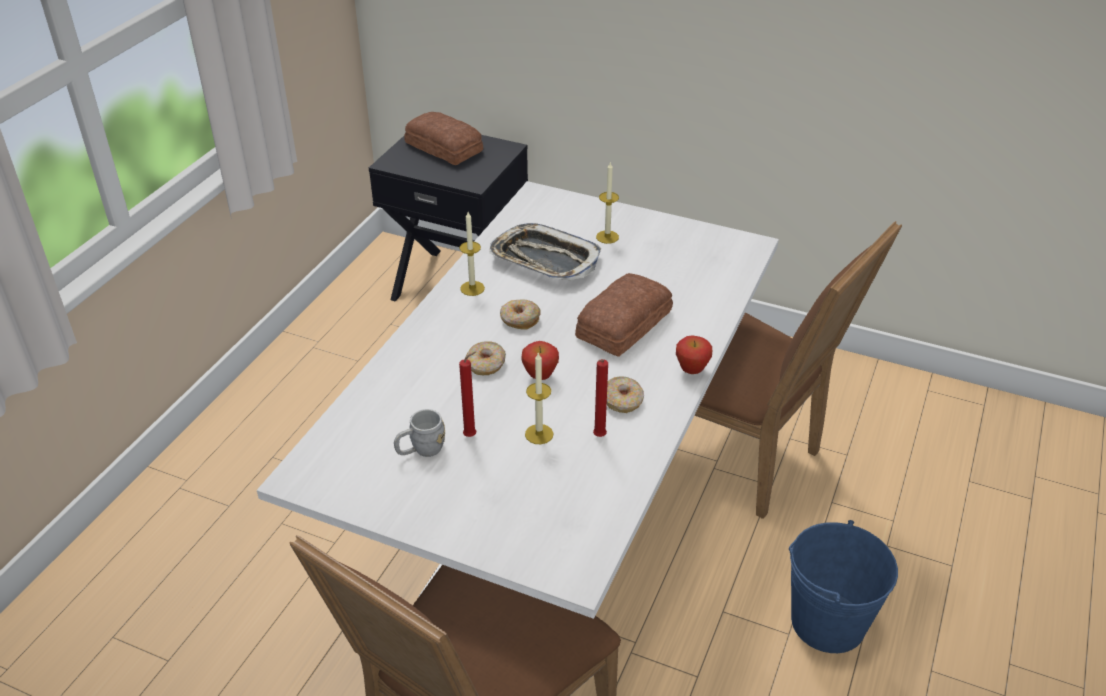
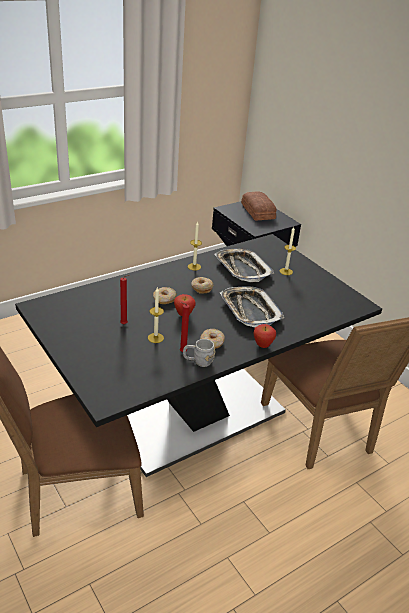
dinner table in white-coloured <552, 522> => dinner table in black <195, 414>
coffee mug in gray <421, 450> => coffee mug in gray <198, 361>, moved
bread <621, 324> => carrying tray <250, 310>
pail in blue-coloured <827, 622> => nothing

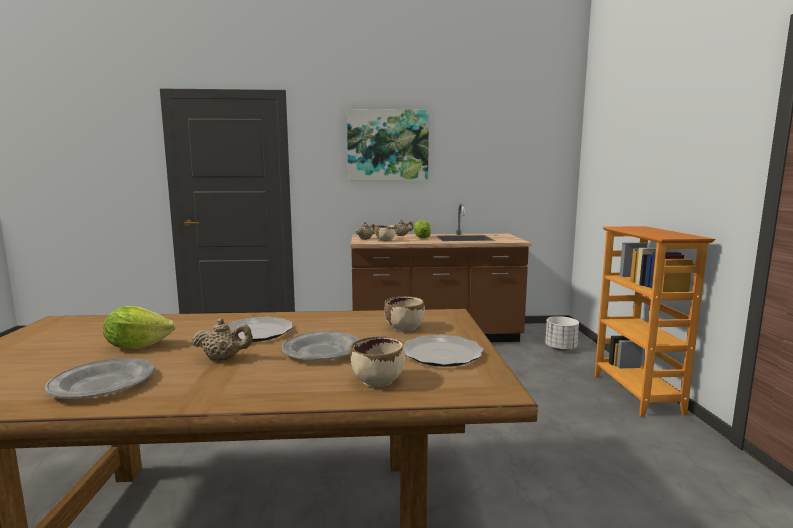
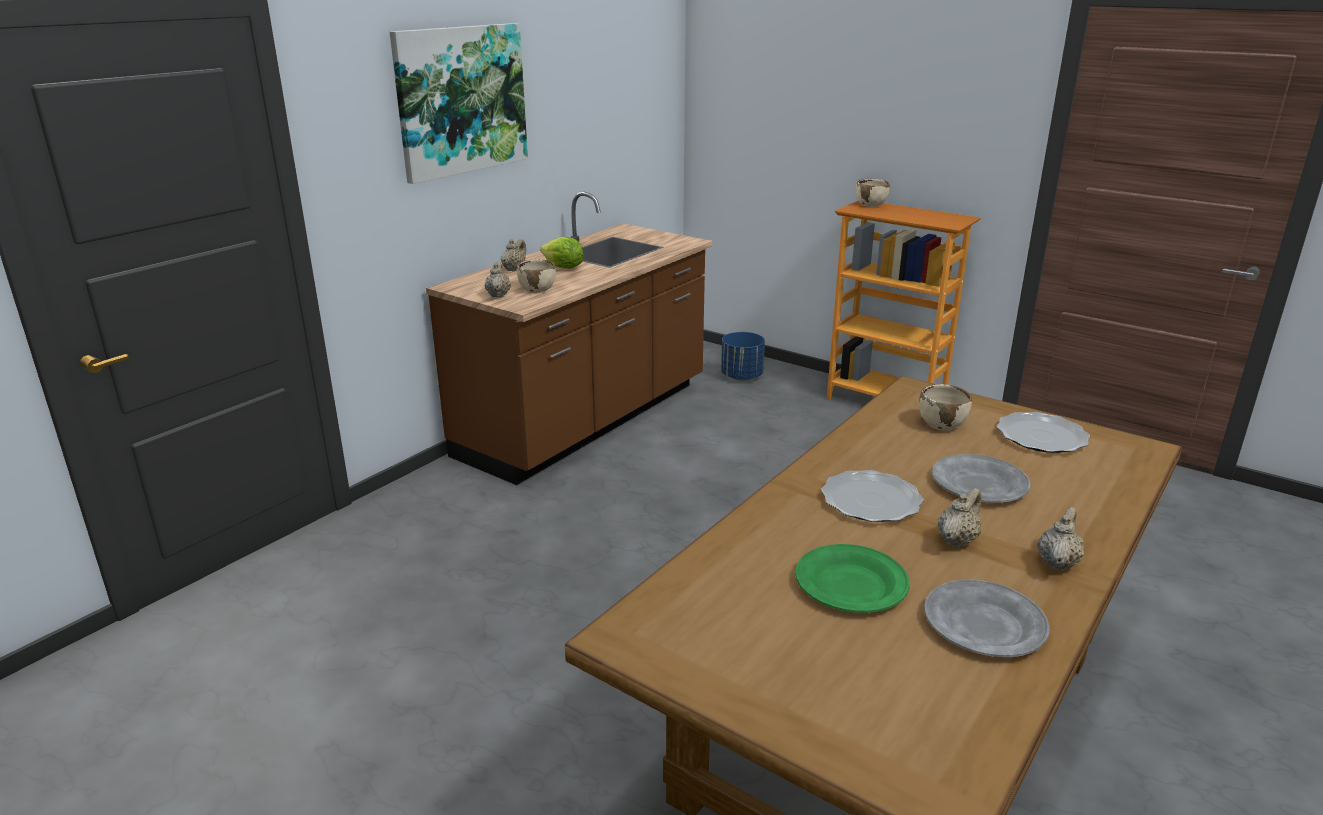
head of lettuce <138, 346> => flat dish in green-coloured <850, 584>
deep dish in beige-coloured <378, 380> => deep dish in beige-coloured <871, 204>, moved
flower pot in white-coloured <560, 348> => flower pot in blue-coloured <742, 377>
nothing => teapot in beige-coloured <1057, 562>

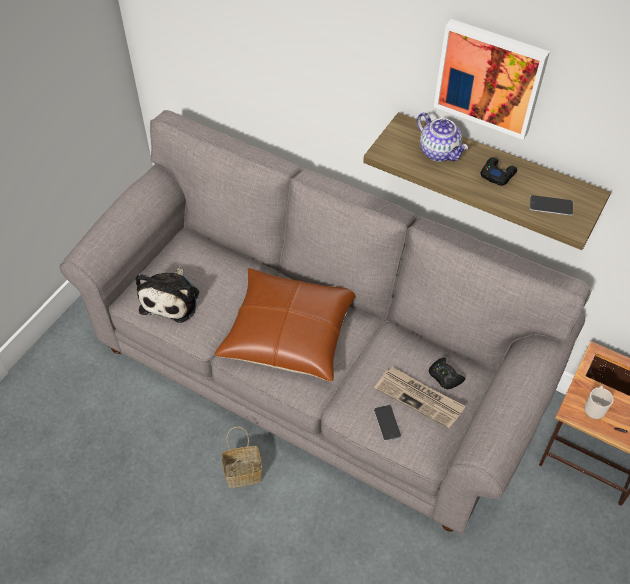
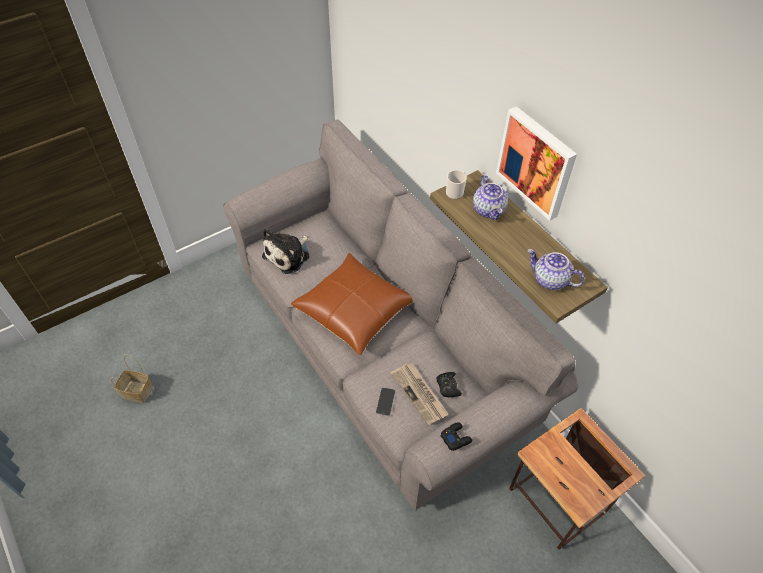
basket <242, 474> => basket <136, 392>, moved
joypad in black <497, 174> => joypad in black <456, 438>, moved
telephone <551, 205> => teapot <549, 280>
coffee mug <594, 408> => coffee mug <455, 192>, moved

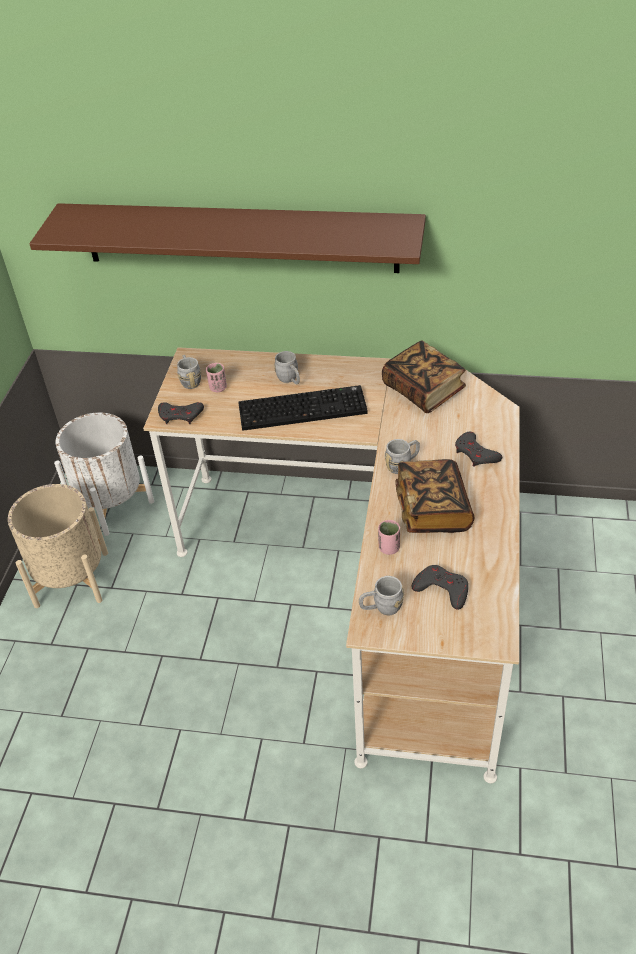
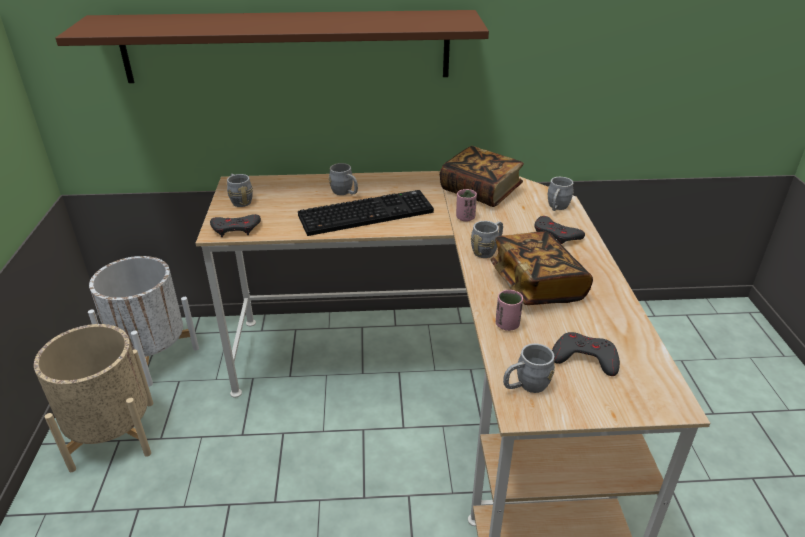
drinking cup in pinkish <218, 388> => drinking cup in pinkish <465, 218>, moved
nothing => coffee mug in gray <556, 208>

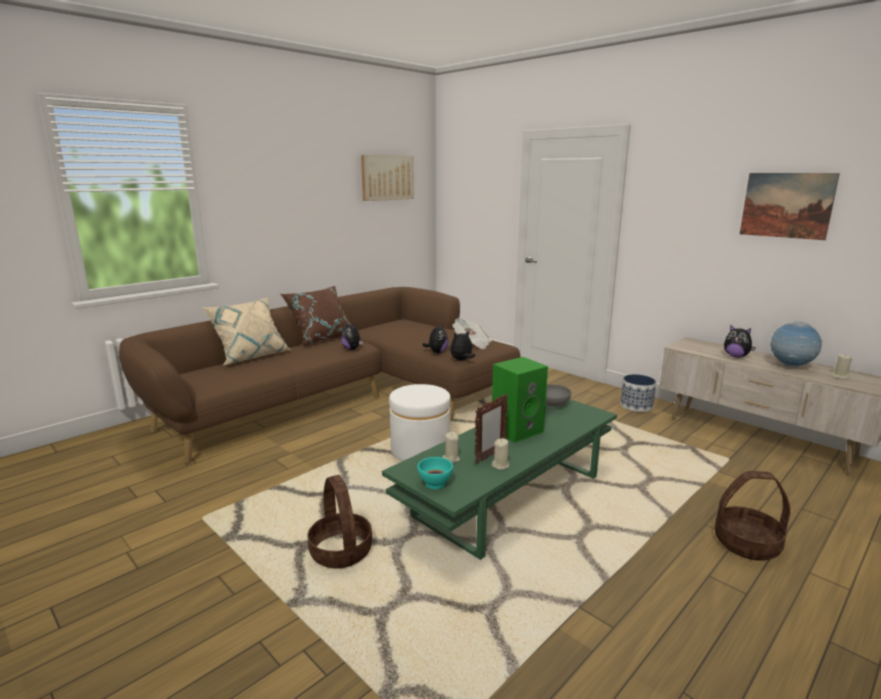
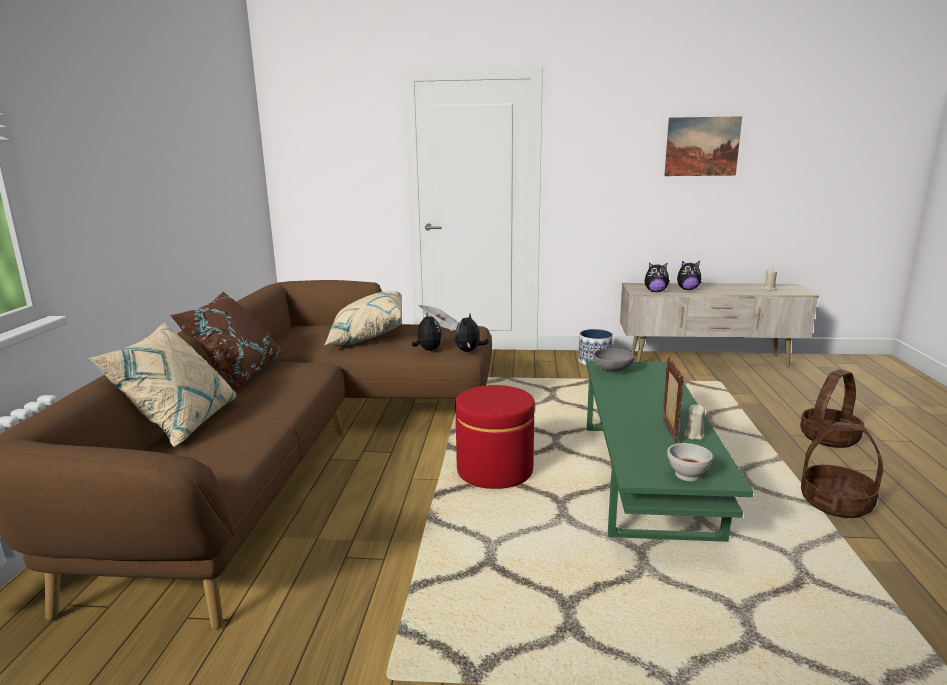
basket <340, 551> => basket <835, 503>, moved
cuddly toy <352, 349> => cuddly toy <655, 291>, moved
picture <387, 177> => nothing
pouffe in white-coloured <420, 450> => pouffe in red-coloured <494, 470>
deep dish in turquoise <434, 484> => deep dish in white-coloured <687, 475>
candle in beige-coloured <451, 459> => nothing
loudspeaker in green-coloured <517, 430> => nothing
world globe <790, 366> => nothing
nothing => pillow in beige-coloured <366, 337>

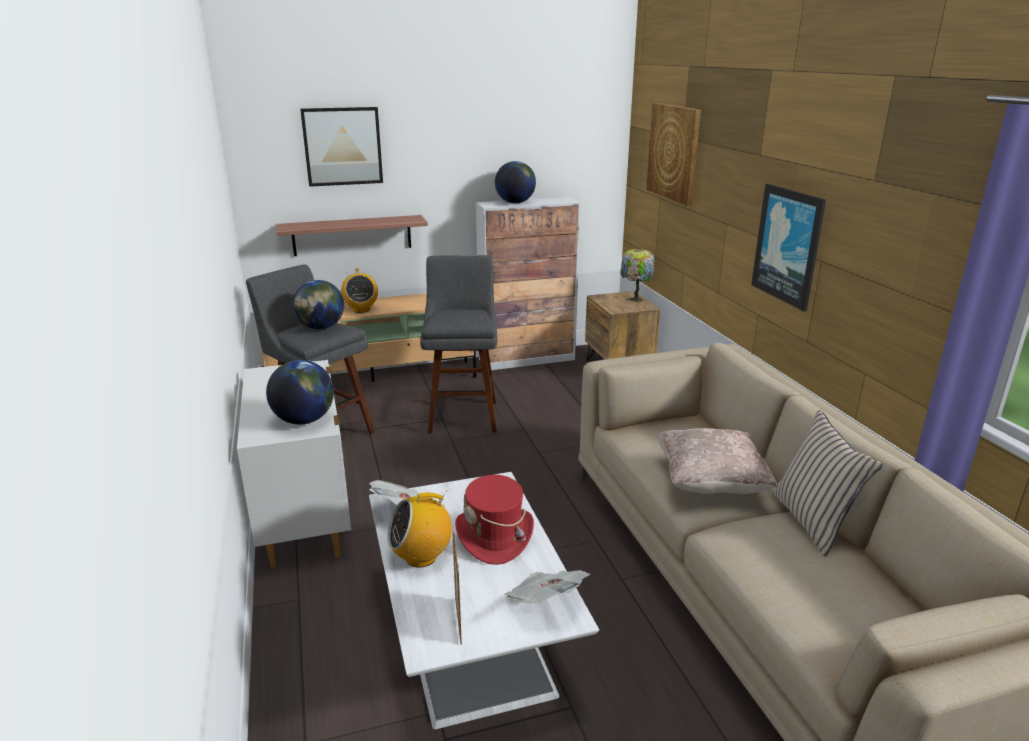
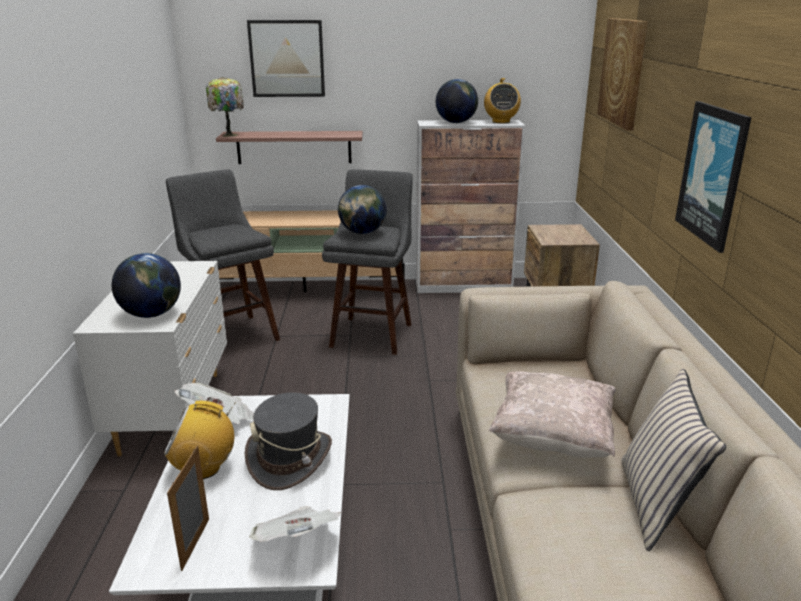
world globe <321, 328> => world globe <362, 232>, moved
radio receiver <361, 309> => radio receiver <500, 121>, moved
wearable hat in red-coloured <495, 536> => wearable hat in gray <290, 459>
lamp for a table <635, 299> => lamp for a table <229, 135>, moved

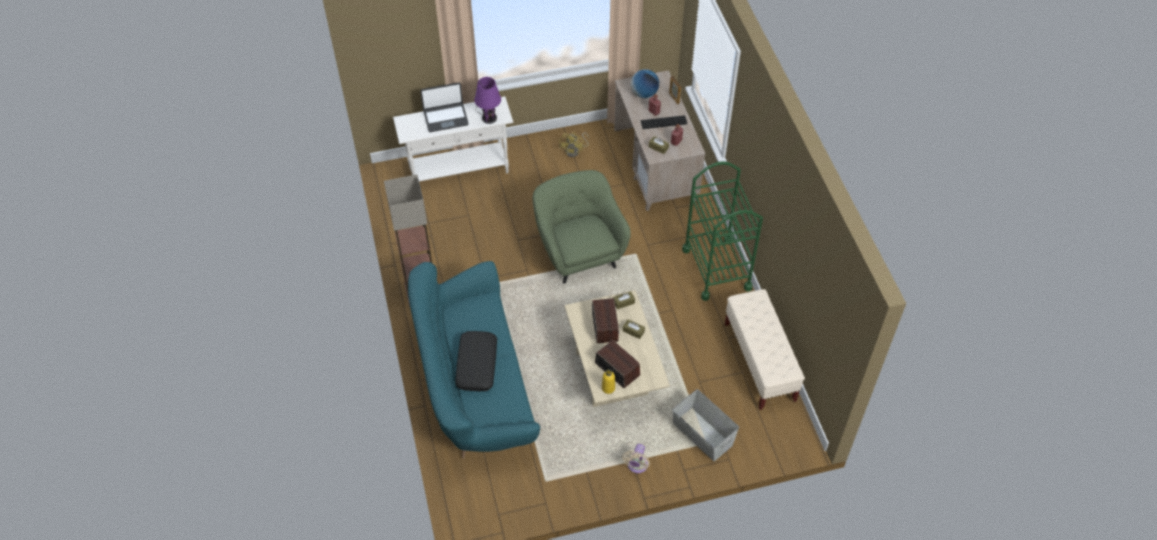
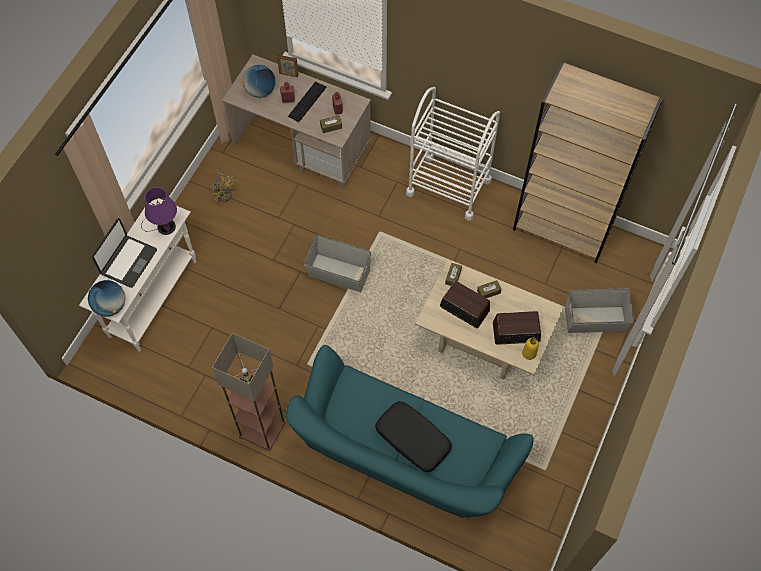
lounge chair in green-coloured <579, 253> => storage bin in gray <338, 272>
electric fan in beige-coloured <636, 466> => nothing
cart in green-coloured <716, 269> => cart in white-coloured <448, 187>
indoor bench in beige-coloured <759, 362> => bookcase in brown-coloured <563, 228>
nothing => world globe <110, 306>

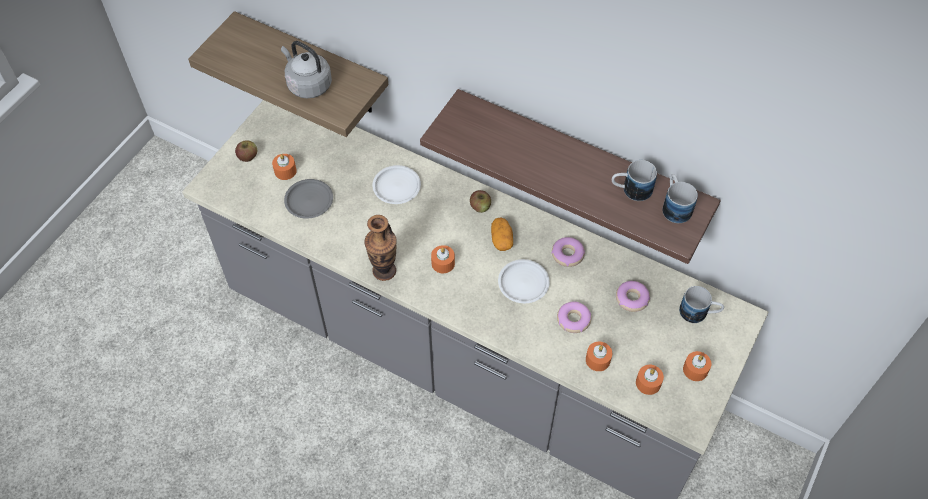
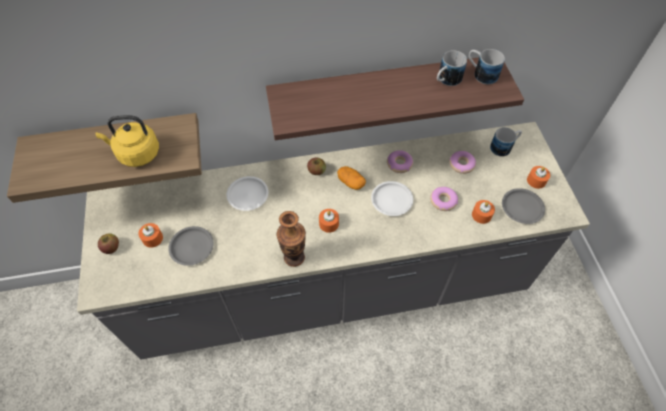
tea kettle in gray <308, 84> => tea kettle in yellow-coloured <136, 154>
candle in orange-coloured <648, 383> => flat dish in gray <521, 207>

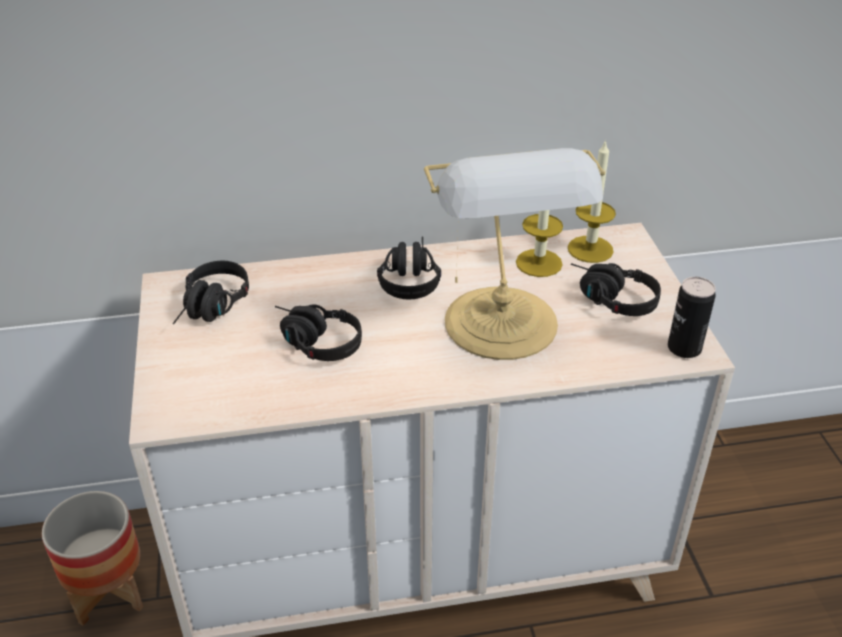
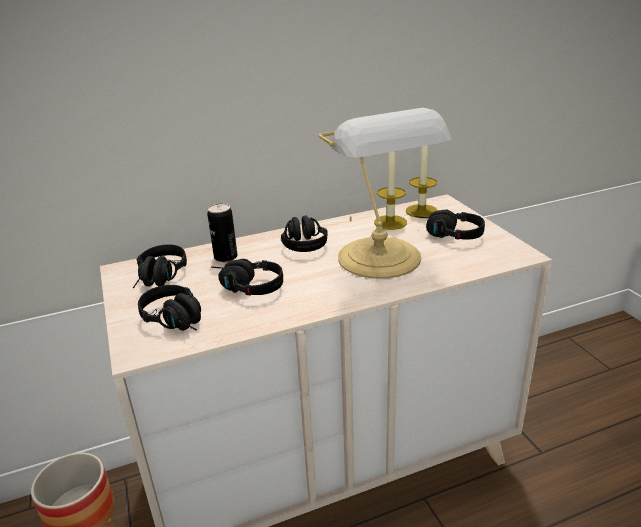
sealed can <684, 348> => sealed can <225, 257>, moved
nothing => headset in black <179, 321>

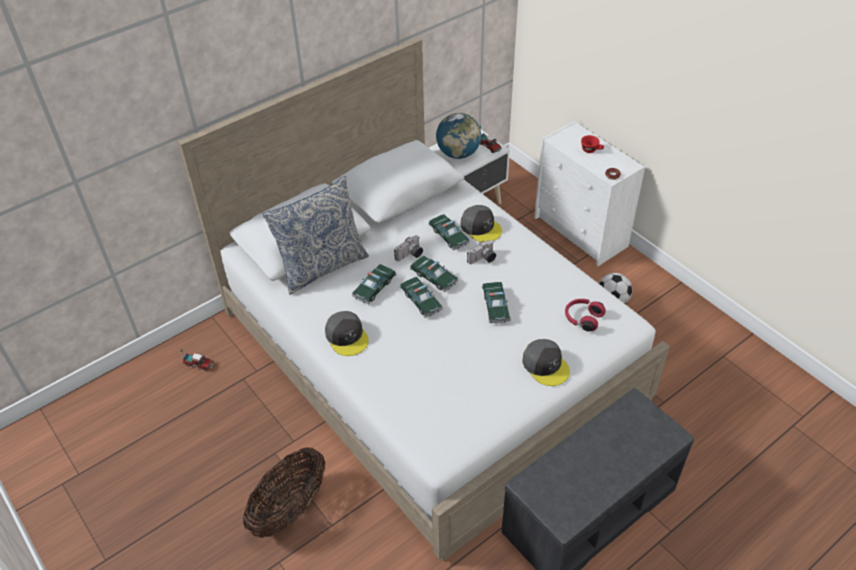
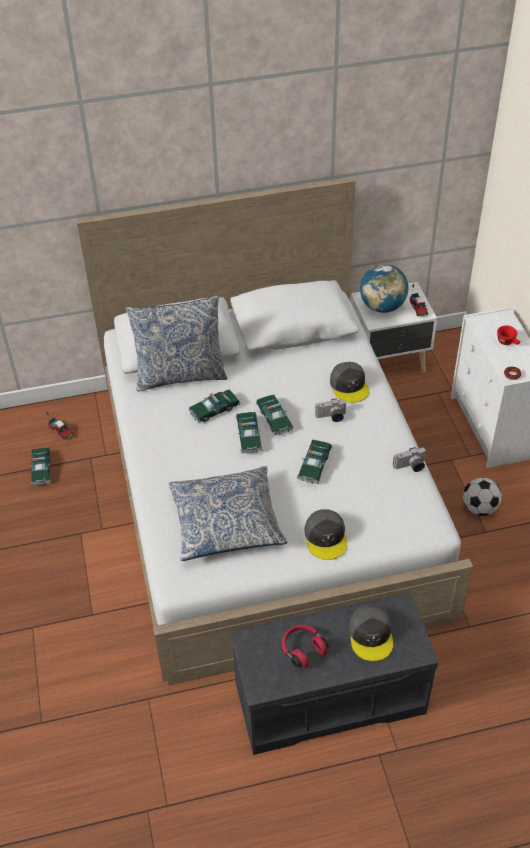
basket <290, 508> => nothing
cap in gray <347, 336> => cap in gray <371, 635>, moved
photo camera <410, 255> => photo camera <410, 467>, moved
miniature car <448, 236> => miniature car <41, 469>, moved
headset in red-coloured <582, 318> => headset in red-coloured <302, 649>, moved
nothing => pillow <226, 522>

